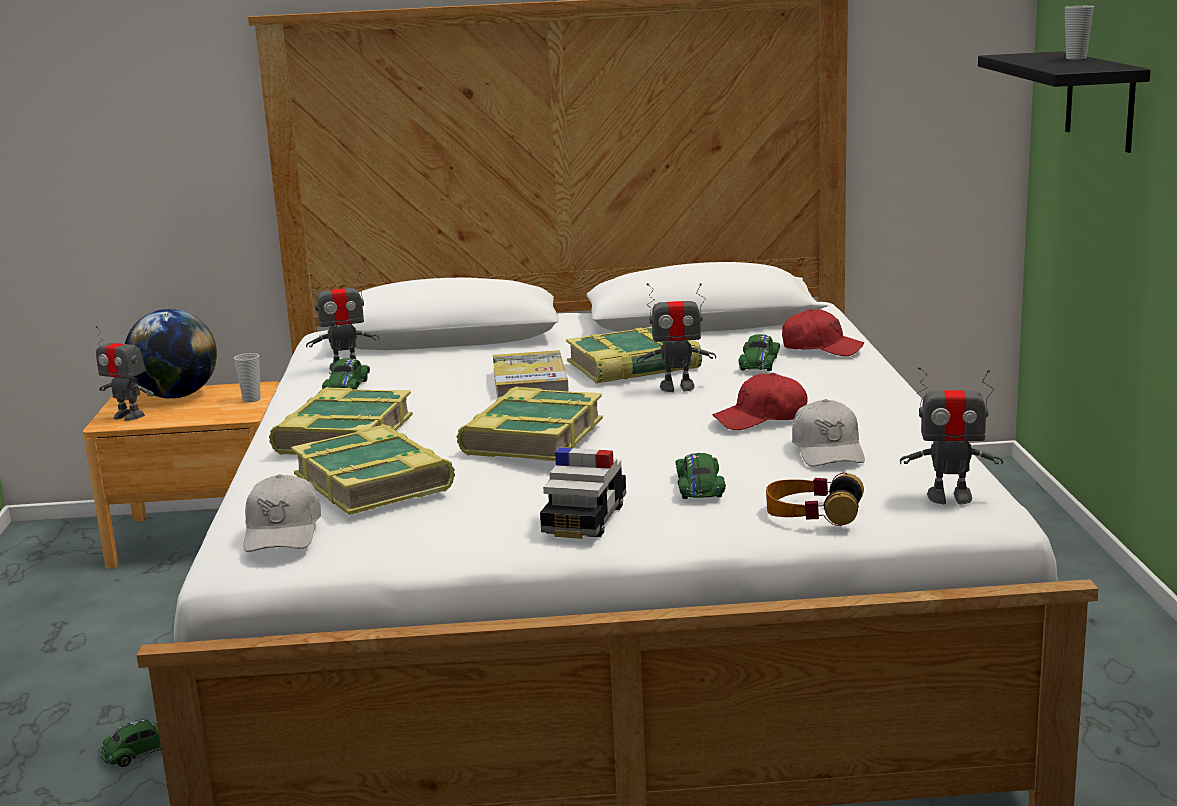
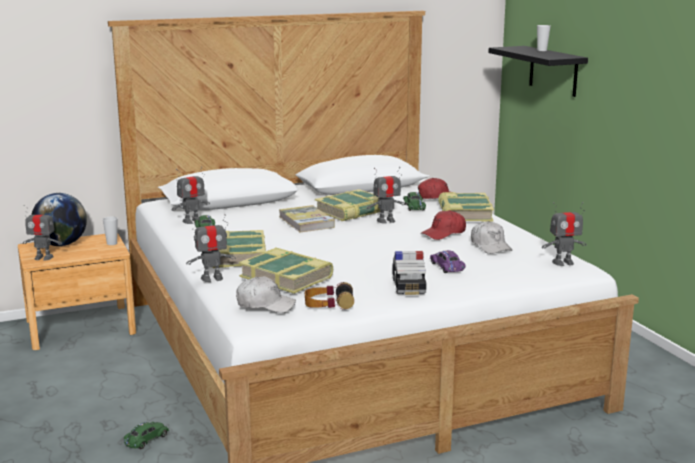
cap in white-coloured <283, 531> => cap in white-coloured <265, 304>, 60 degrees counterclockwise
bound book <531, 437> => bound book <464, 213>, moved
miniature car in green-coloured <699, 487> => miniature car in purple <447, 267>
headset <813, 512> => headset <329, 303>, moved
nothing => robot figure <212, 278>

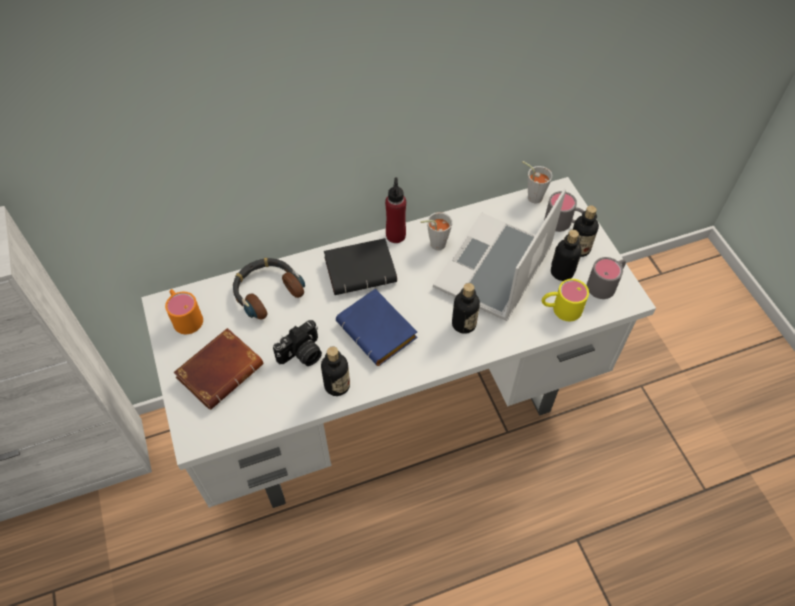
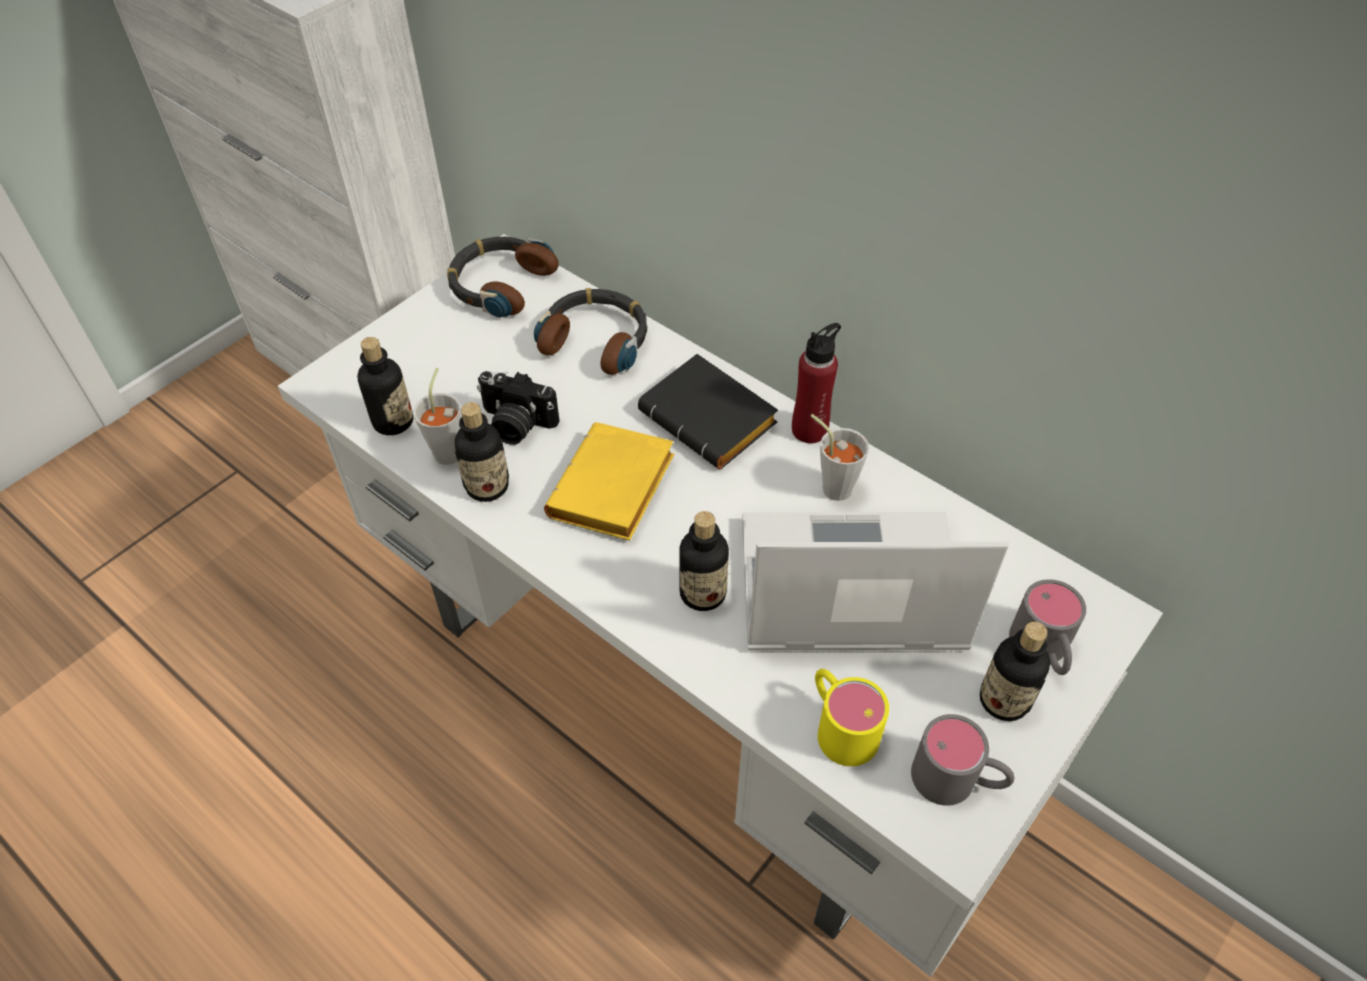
coffee mug in orange-coloured <185, 316> => headset <500, 284>
bound book in brown-coloured <220, 369> => nothing
bound book in blue-coloured <379, 331> => bound book in yellow-coloured <614, 492>
drinking cup in gray <531, 196> => drinking cup in gray <450, 448>, moved
bottle <562, 272> => bottle <393, 421>, moved

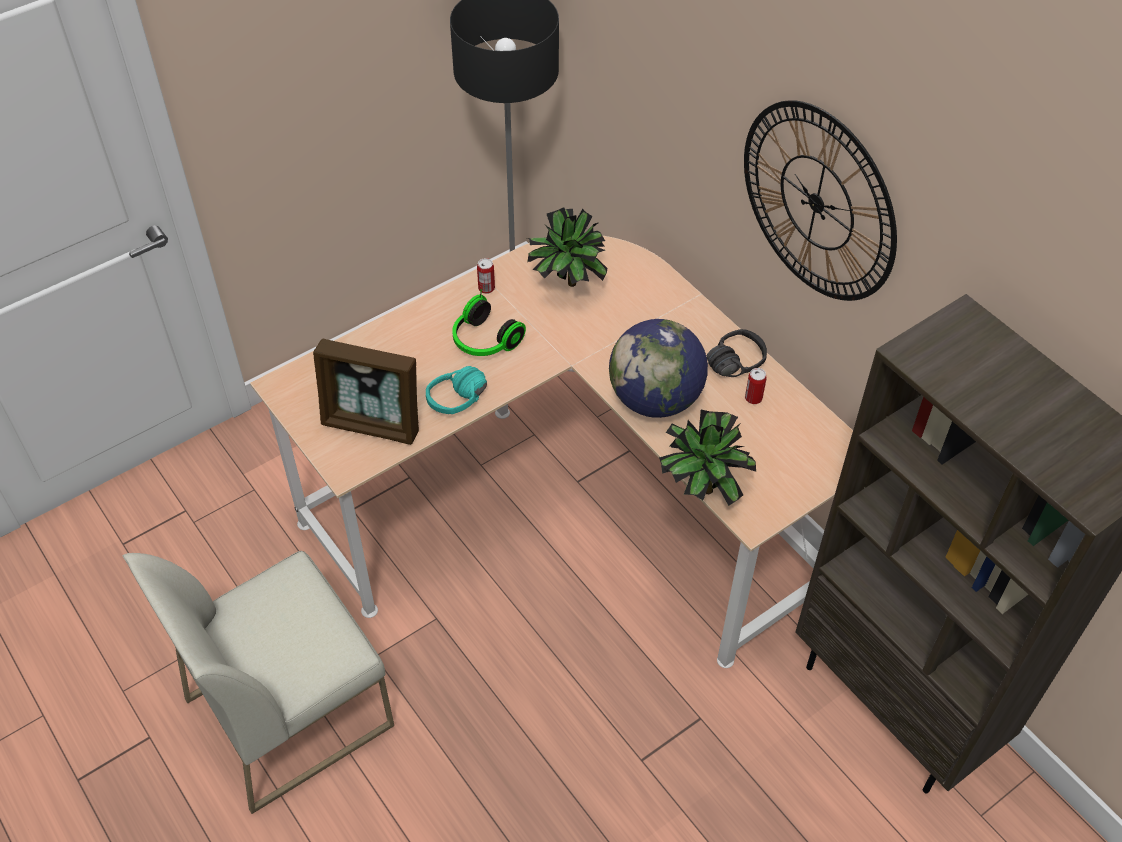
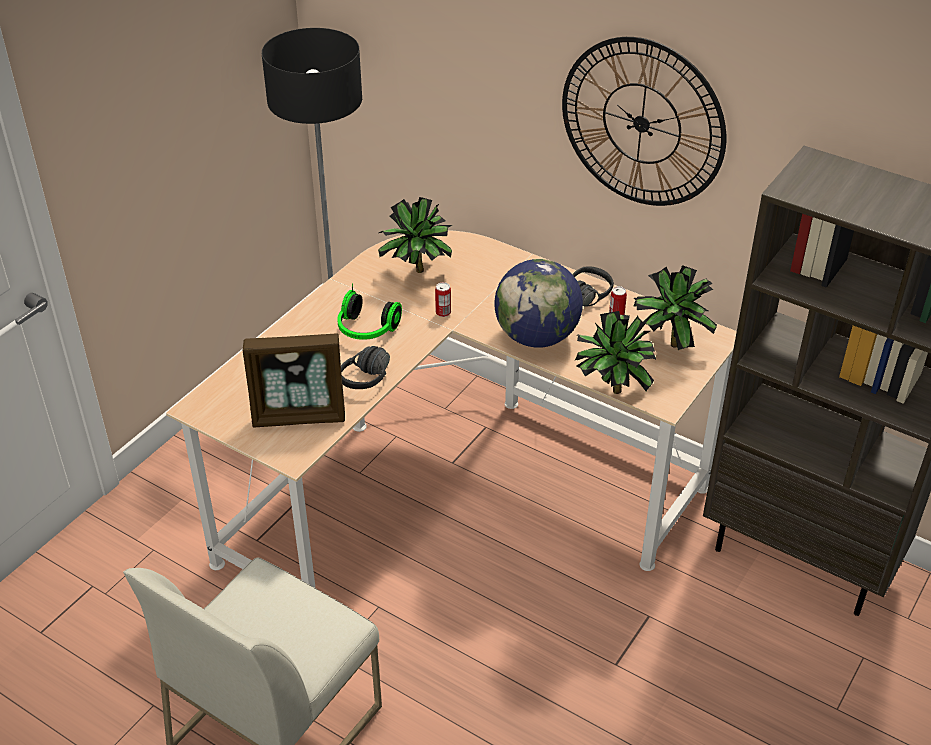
headset in turquoise <463, 404> => headset in black <373, 381>
sealed can <486, 288> => sealed can <443, 312>, moved
nothing => potted plant <668, 343>

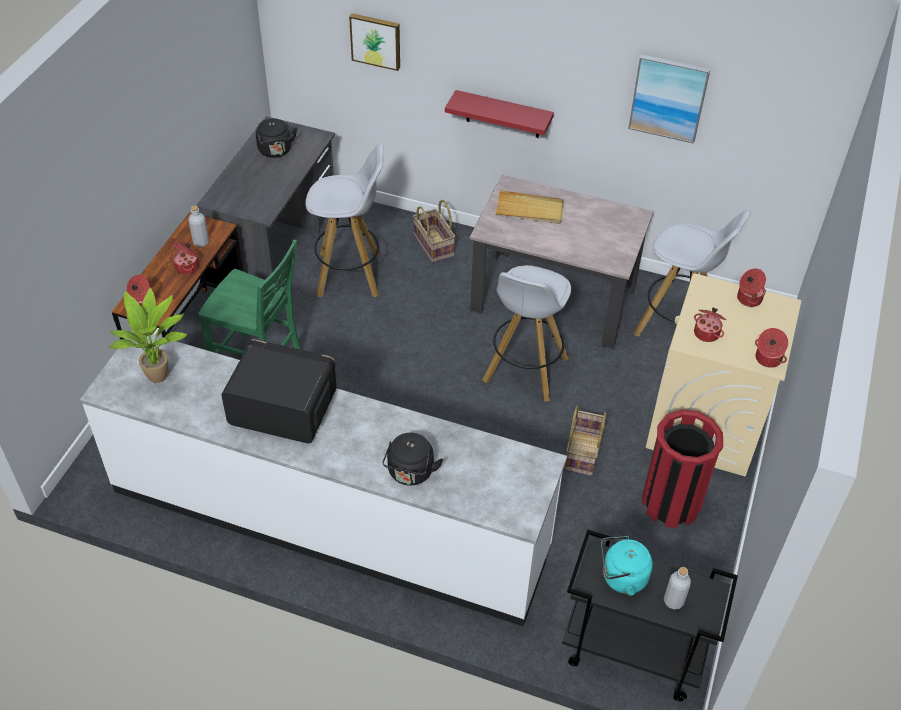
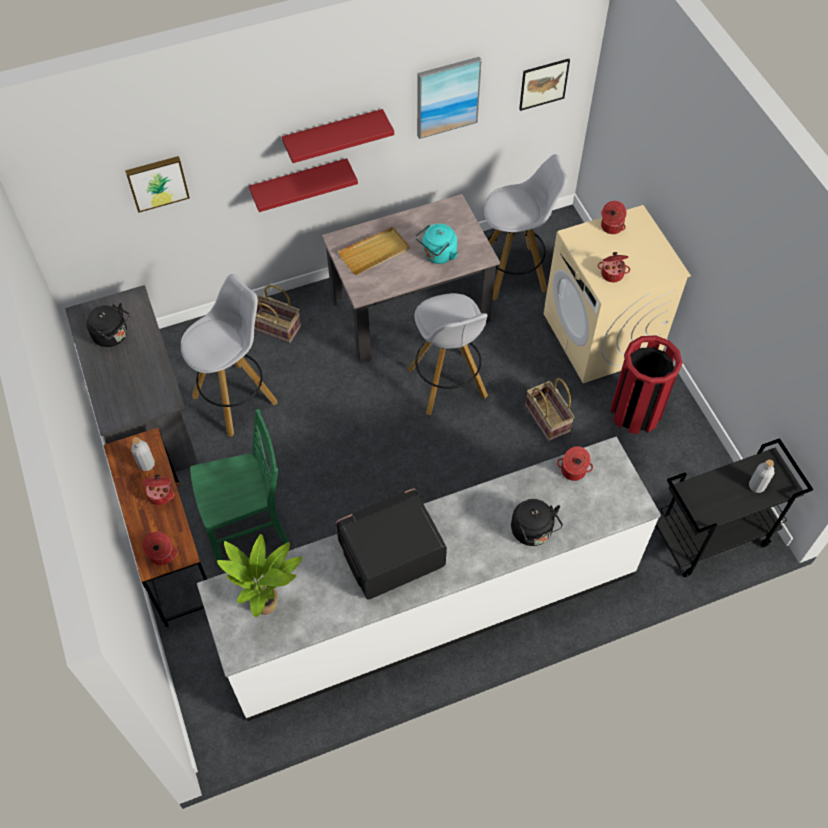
tea kettle in turquoise <621, 578> => tea kettle in turquoise <437, 255>, moved
saucepot <767, 359> => saucepot <573, 471>, moved
nothing => shelf in red-coloured <333, 135>
nothing => picture <543, 84>

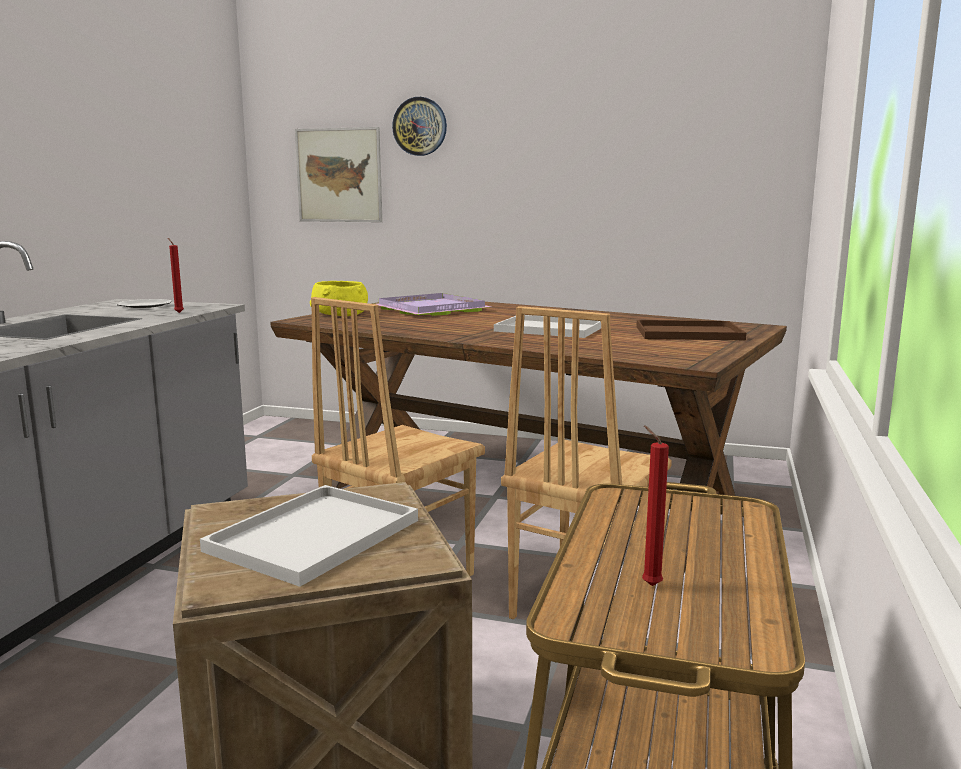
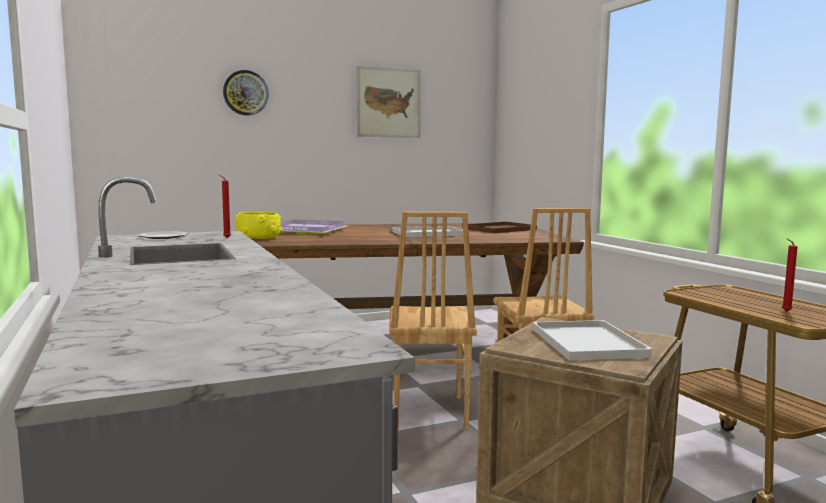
picture <339, 175> => picture <388, 102>, moved

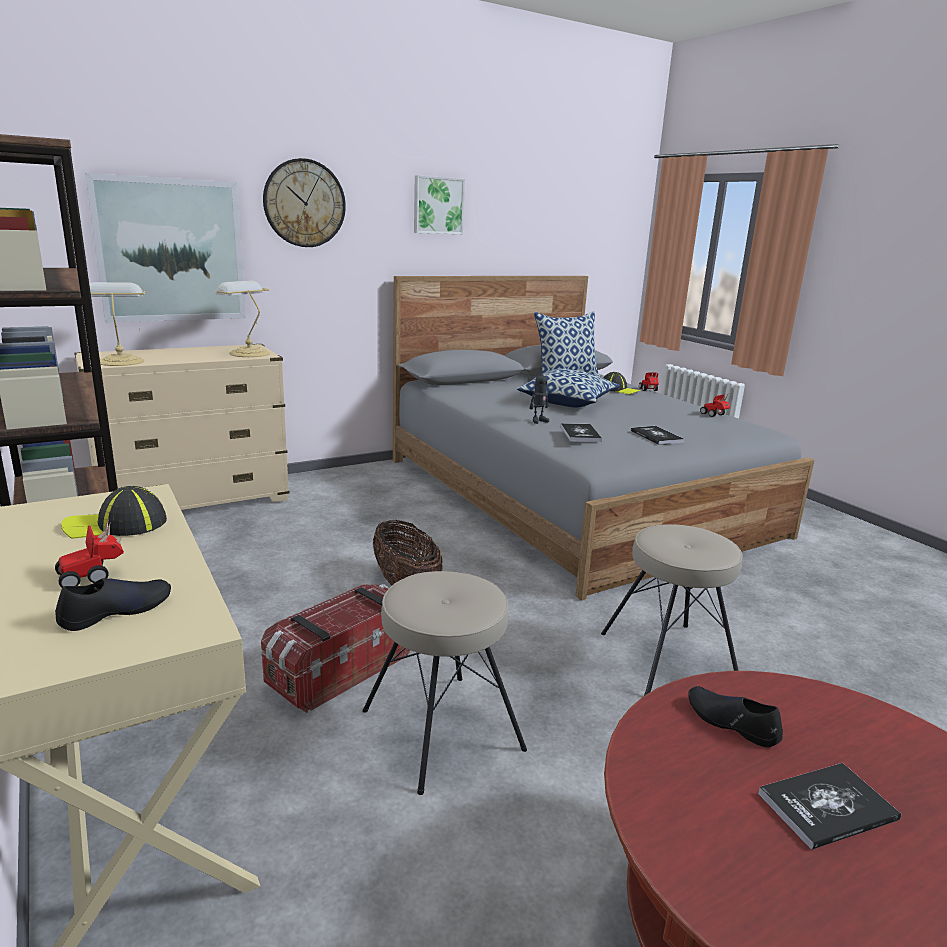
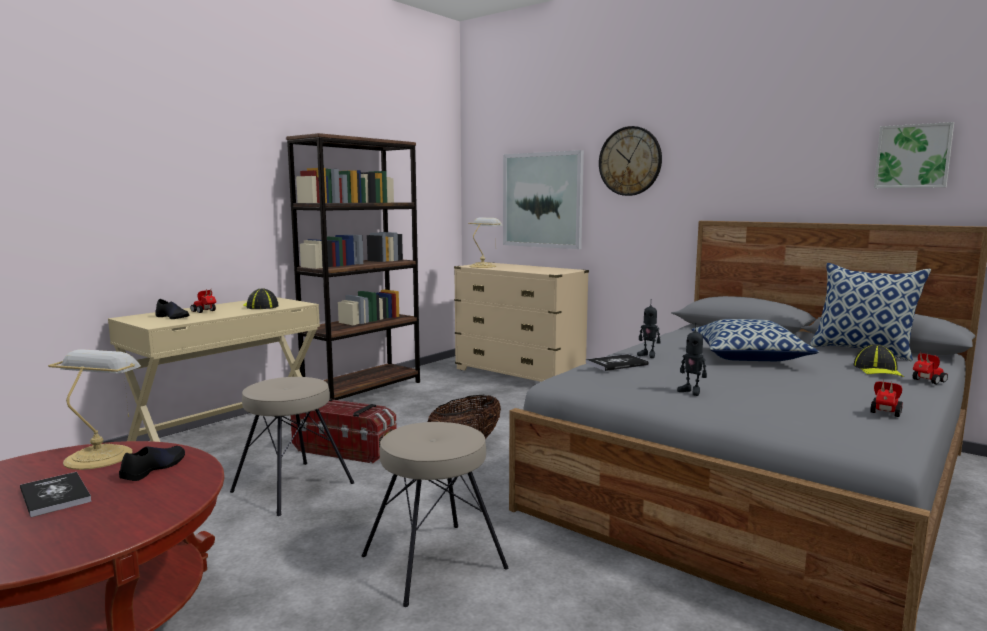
lamp for a table <247, 353> => lamp for a table <101, 456>, moved
picture <438, 205> => picture <913, 156>, moved
bound book <656, 436> => robot figure <691, 391>

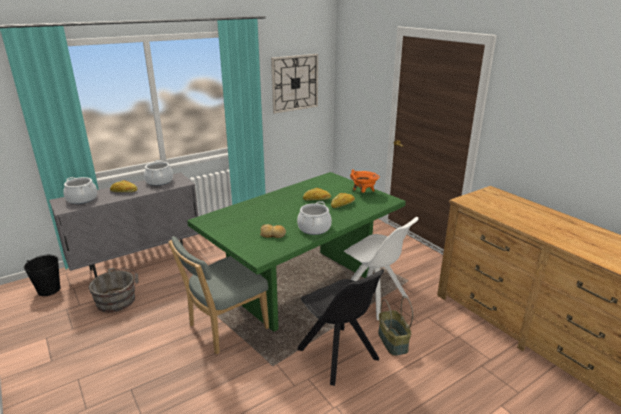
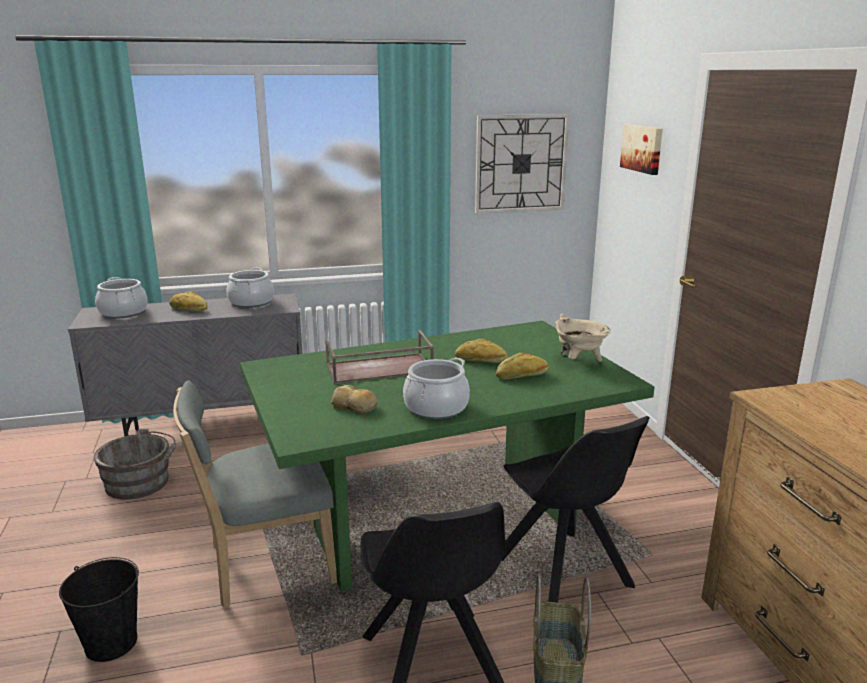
pail in black <49, 290> => pail in black <111, 643>, moved
upright chair in white-coloured <374, 299> => upright chair in black <564, 575>
saucepot in orange-coloured <363, 192> => saucepot in beige-coloured <578, 361>
nothing => carrying tray in brown-coloured <378, 369>
nothing => picture <643, 148>

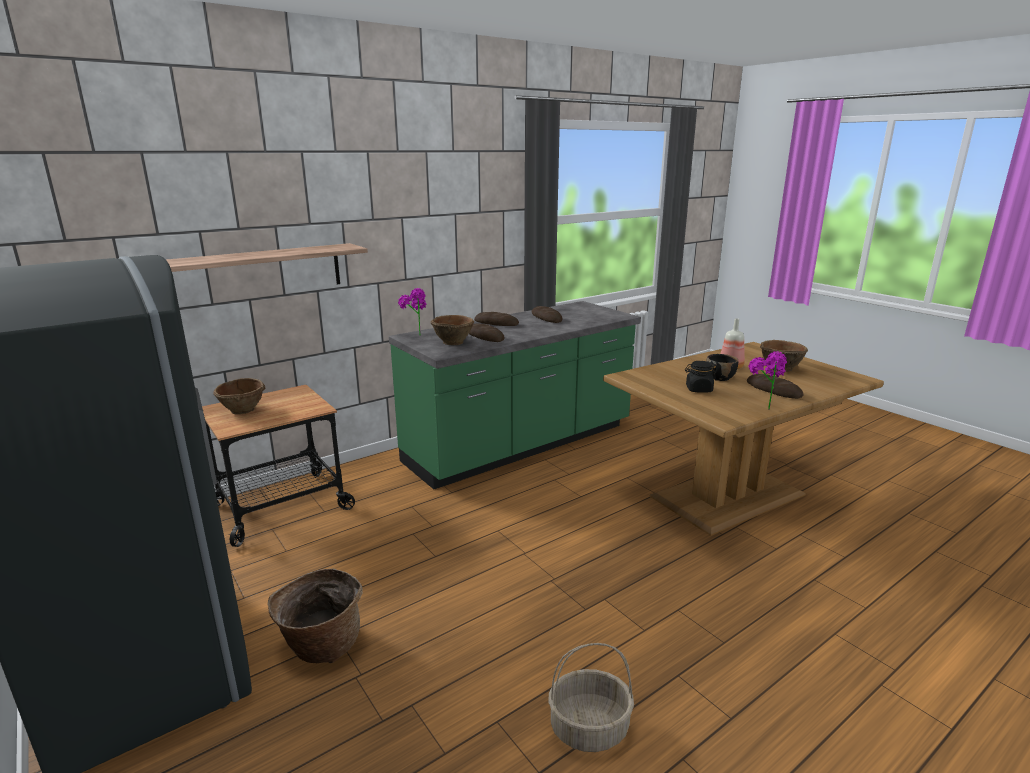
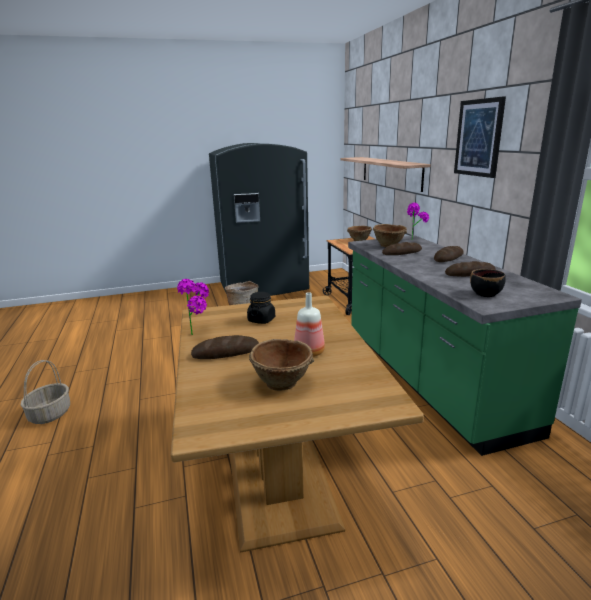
basket <588, 729> => basket <50, 414>, moved
deep dish in black <720, 378> => deep dish in black <485, 294>, moved
nothing => picture <479, 138>

